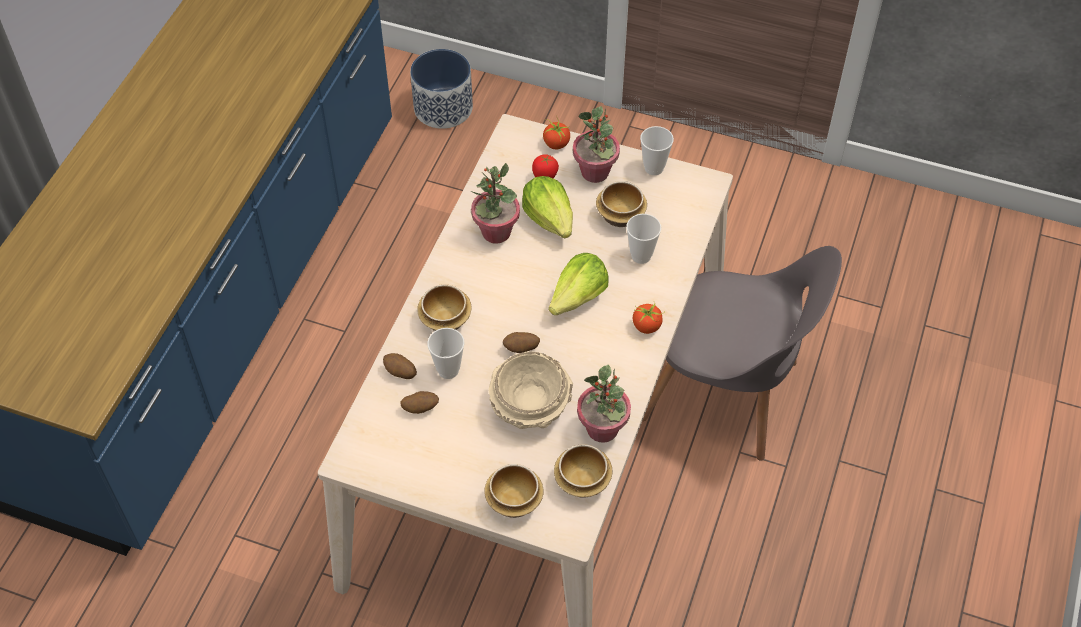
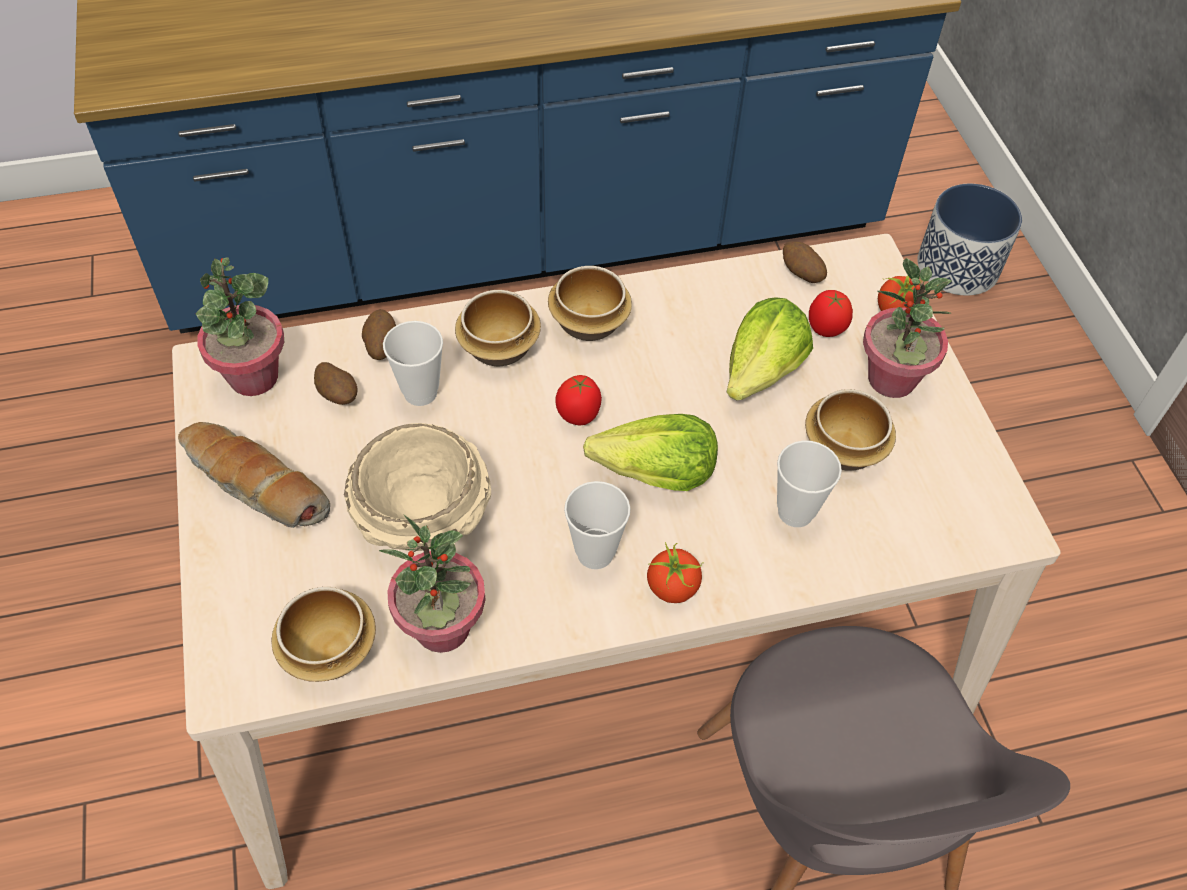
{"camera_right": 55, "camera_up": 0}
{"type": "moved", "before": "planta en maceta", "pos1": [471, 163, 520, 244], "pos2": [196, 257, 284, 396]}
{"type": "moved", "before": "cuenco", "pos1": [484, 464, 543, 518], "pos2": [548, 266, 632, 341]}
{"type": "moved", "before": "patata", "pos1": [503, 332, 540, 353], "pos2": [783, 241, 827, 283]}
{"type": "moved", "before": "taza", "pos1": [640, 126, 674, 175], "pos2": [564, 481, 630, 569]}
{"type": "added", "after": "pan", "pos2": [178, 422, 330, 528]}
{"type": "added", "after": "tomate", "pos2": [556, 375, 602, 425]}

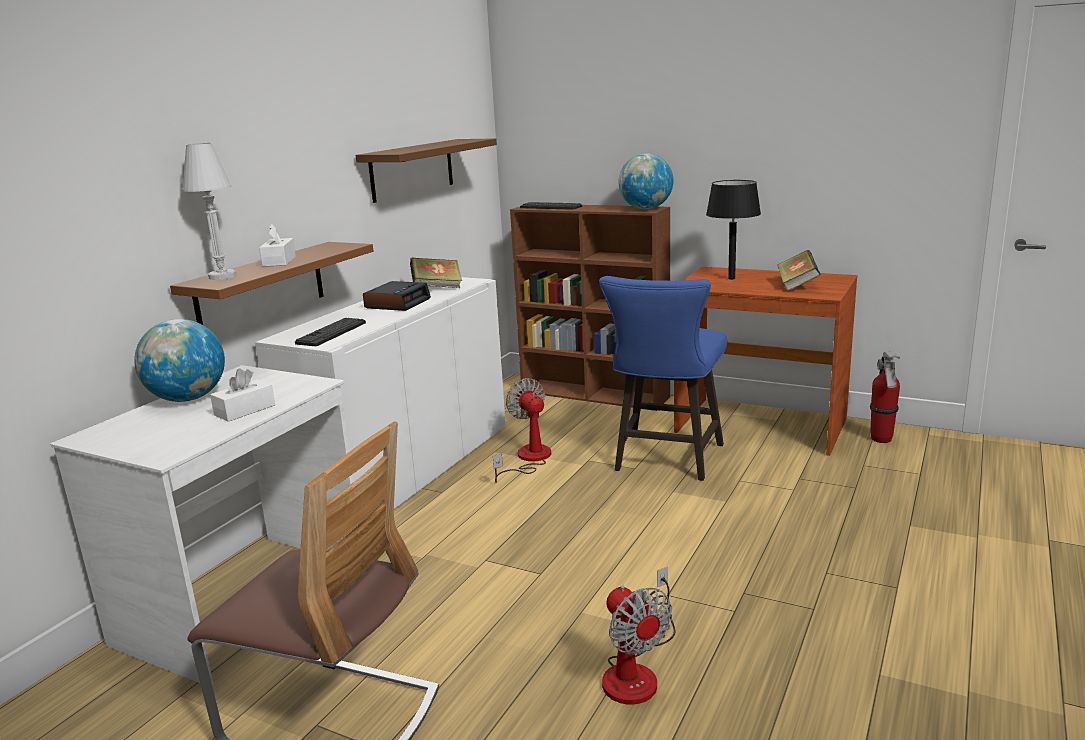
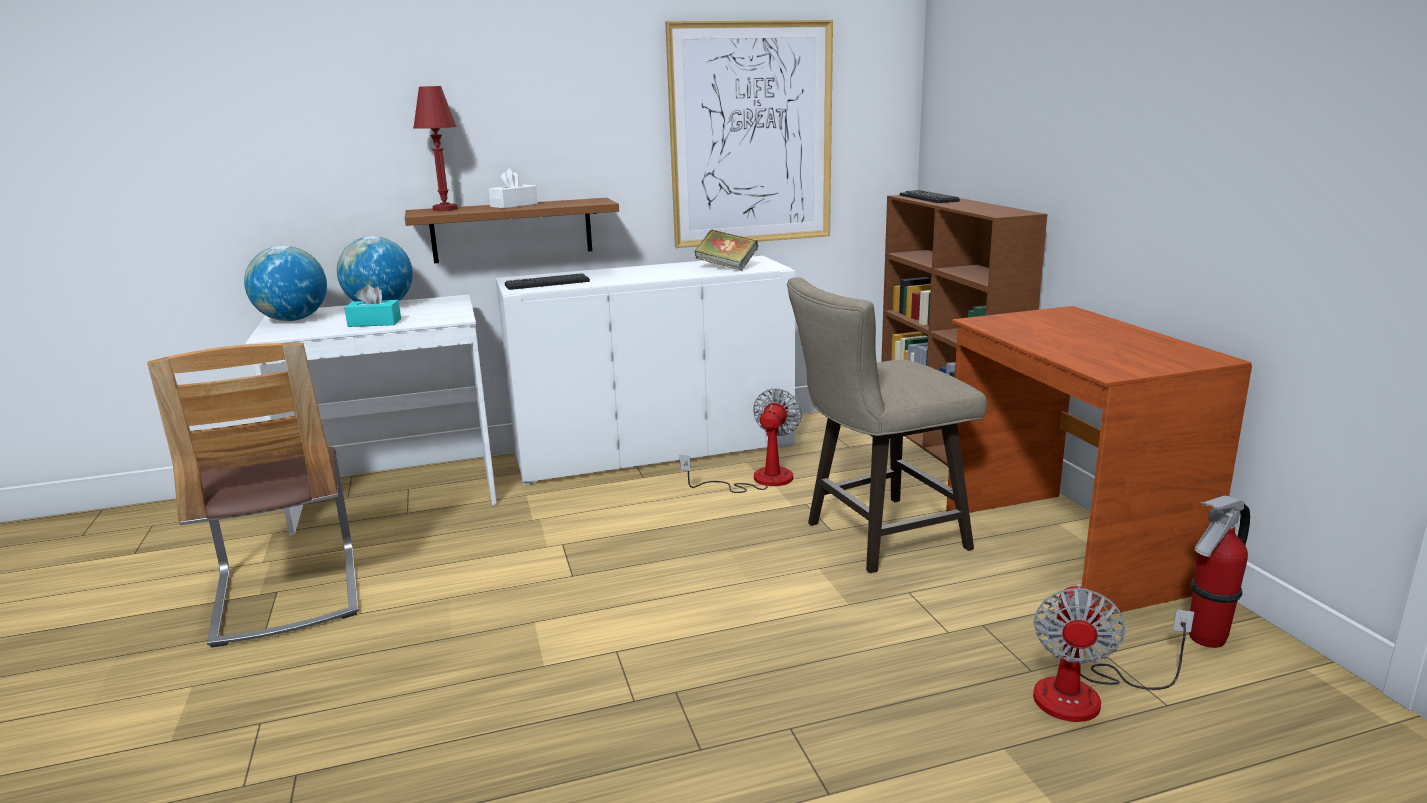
{"camera_right": 45, "camera_up": 0}
{"type": "recoloured", "before": "lámpara de mesa (blanco)", "after": "lámpara de mesa (rojo)", "pos1": [182, 143, 237, 280], "pos2": [413, 86, 458, 211]}
{"type": "recoloured", "before": "caja de pañuelos (blanco)", "after": "caja de pañuelos (turquesa)", "pos1": [210, 368, 275, 422], "pos2": [344, 284, 401, 327]}
{"type": "replaced", "before": "estante (marrón)", "after": "cuadro", "pos1": [356, 138, 497, 203], "pos2": [665, 20, 833, 248]}
{"type": "removed", "before": "despertador", "pos1": [363, 281, 431, 311]}
{"type": "recoloured", "before": "taburete (azul)", "after": "taburete (beis)", "pos1": [599, 276, 727, 481], "pos2": [787, 277, 987, 573]}
{"type": "moved", "before": "ventilador", "pos1": [602, 567, 676, 705], "pos2": [1033, 584, 1194, 722]}
{"type": "moved", "before": "globo terráqueo", "pos1": [618, 153, 673, 209], "pos2": [244, 246, 327, 321]}
{"type": "removed", "before": "lámpara de mesa (negro)", "pos1": [706, 180, 761, 280]}
{"type": "removed", "before": "libro", "pos1": [777, 250, 821, 291]}

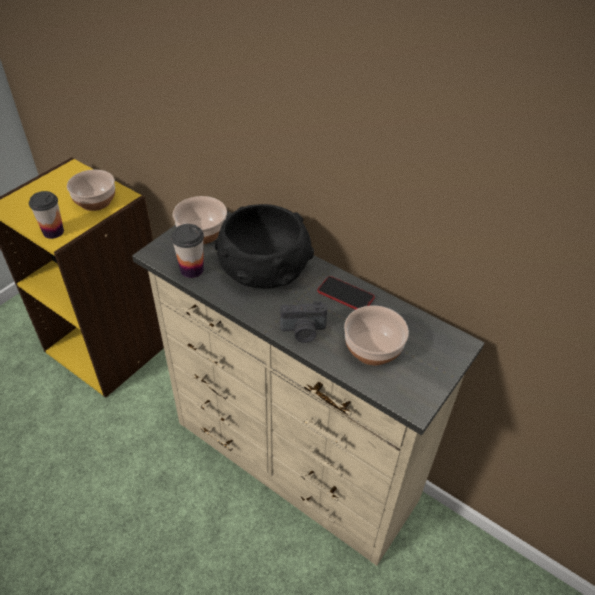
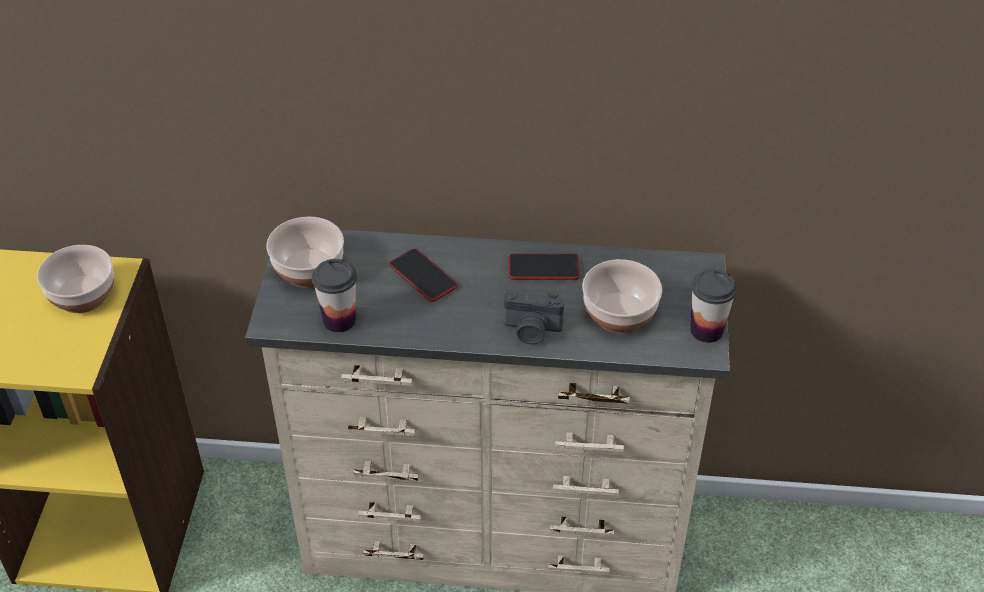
{"camera_right": -30, "camera_up": 0}
{"type": "moved", "before": "taza", "pos1": [29, 191, 64, 239], "pos2": [690, 269, 737, 343]}
{"type": "replaced", "before": "cuenco (negro)", "after": "móvil", "pos1": [215, 204, 314, 288], "pos2": [389, 249, 458, 302]}
{"type": "turned", "before": "cámara", "pos1": [280, 301, 327, 343], "pos2": [503, 292, 564, 344], "turn": 45}

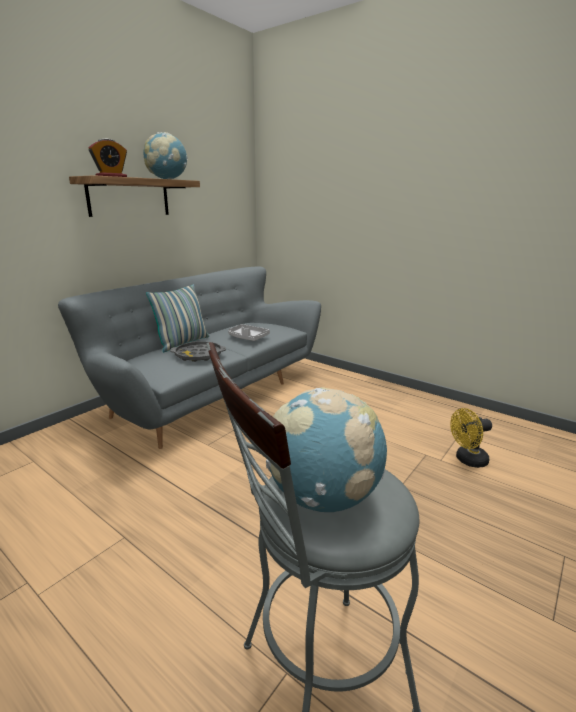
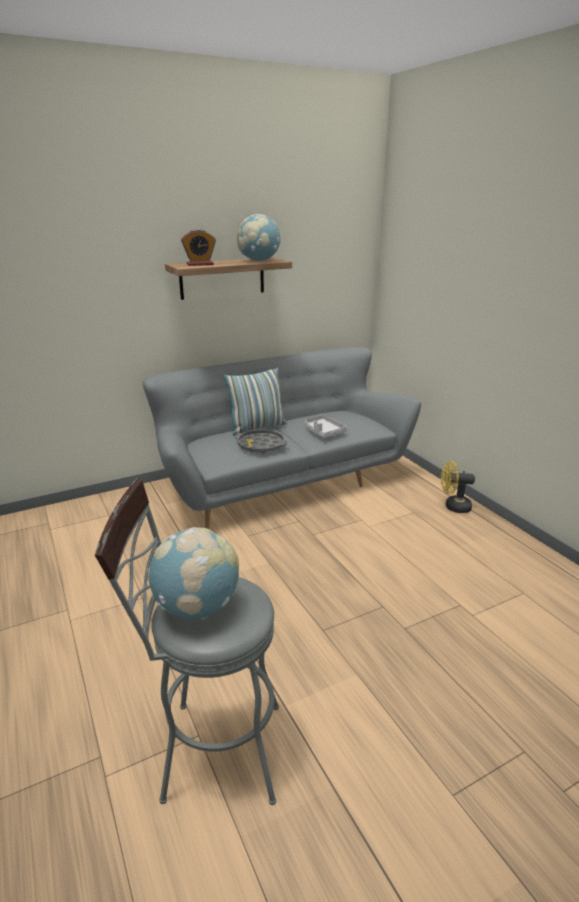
{"camera_right": 25, "camera_up": 5}
{"type": "moved", "before": "ventilador (amarillo)", "pos1": [450, 408, 492, 468], "pos2": [441, 461, 475, 513]}

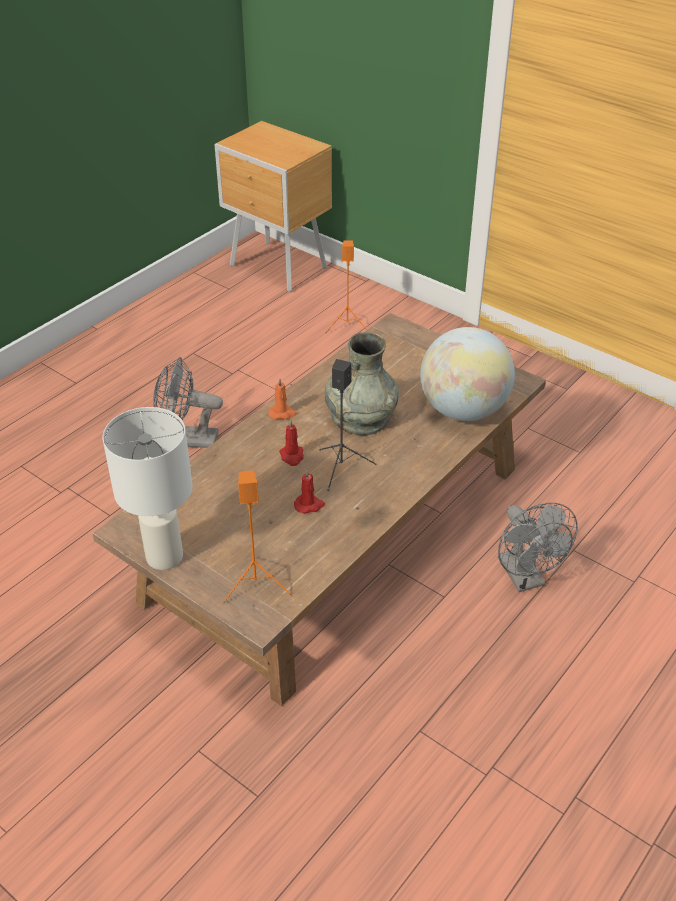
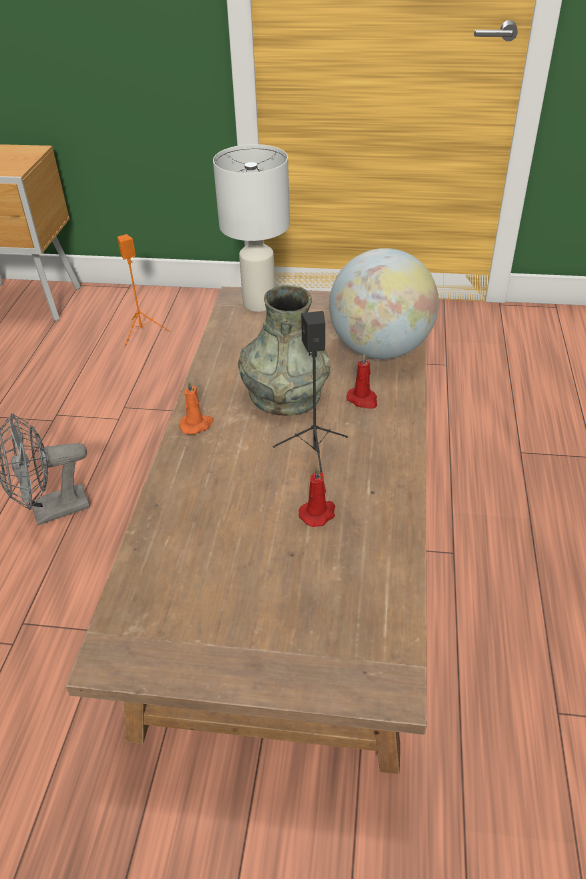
{"camera_right": -30, "camera_up": 0}
{"type": "moved", "before": "lámpara de mesa (blanco)", "pos1": [103, 407, 193, 570], "pos2": [213, 144, 290, 312]}
{"type": "removed", "before": "altavoz (naranja)", "pos1": [222, 470, 293, 604]}
{"type": "moved", "before": "vela (rojo)", "pos1": [279, 419, 304, 466], "pos2": [346, 353, 377, 409]}
{"type": "removed", "before": "ventilador (gris)", "pos1": [498, 503, 578, 592]}

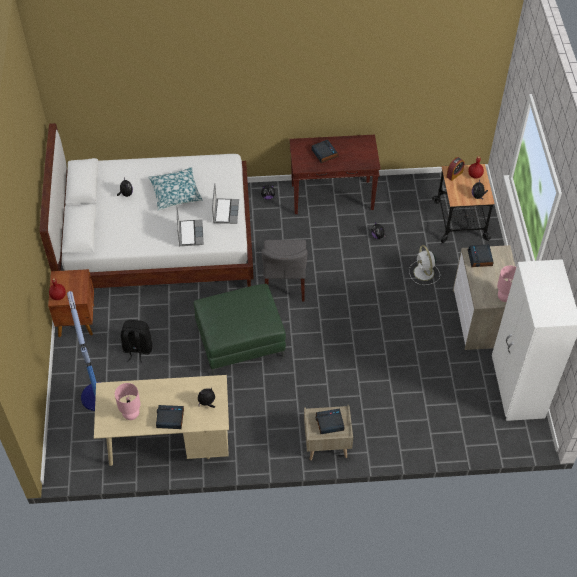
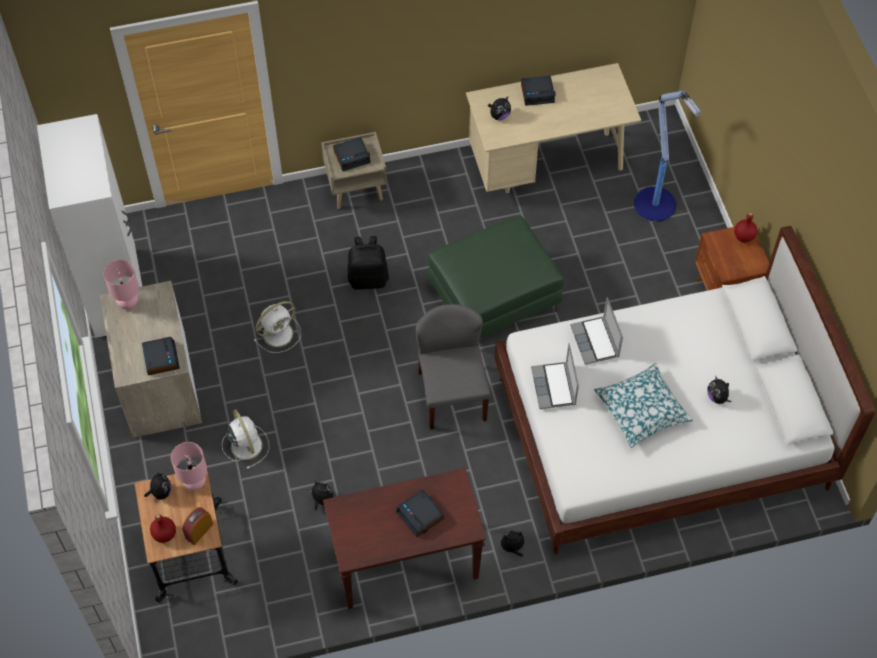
{"camera_right": 170, "camera_up": 5}
{"type": "moved", "before": "lámpara de mesa (rosa)", "pos1": [115, 383, 141, 420], "pos2": [171, 442, 207, 491]}
{"type": "moved", "before": "mochila (negro)", "pos1": [121, 320, 152, 363], "pos2": [348, 236, 389, 290]}
{"type": "added", "after": "ventilador (blanco)", "pos2": [253, 301, 301, 353]}

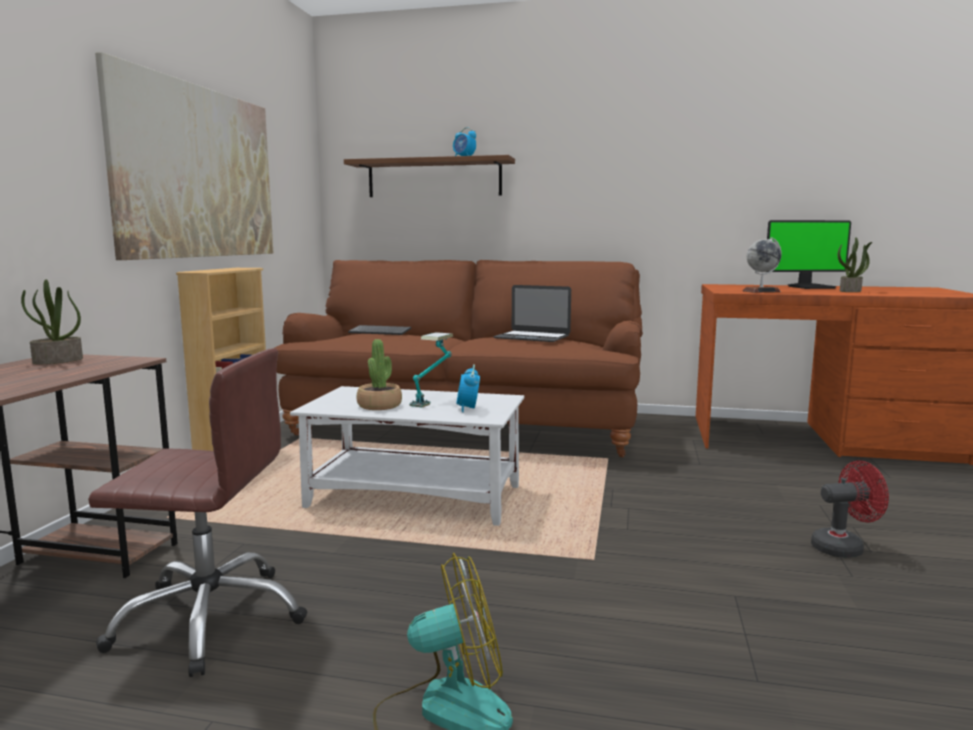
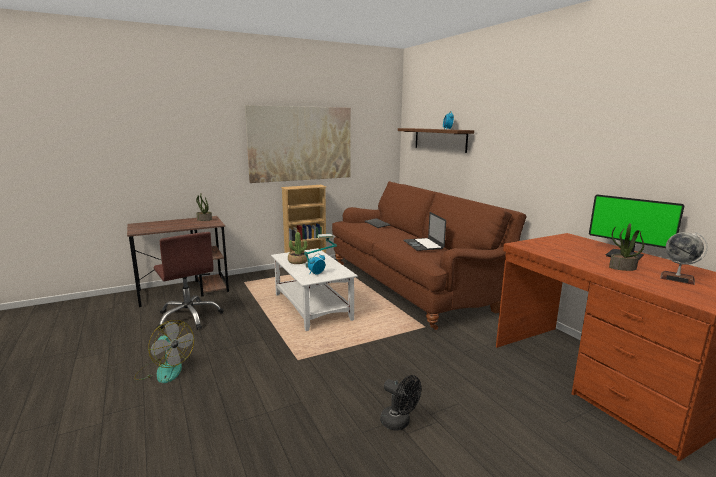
{"camera_right": 50, "camera_up": 5}
{"type": "moved", "before": "globo terráqueo", "pos1": [742, 237, 781, 293], "pos2": [660, 232, 708, 285]}
{"type": "recoloured", "before": "ventilador (rojo)", "after": "ventilador (negro)", "pos1": [811, 461, 889, 558], "pos2": [380, 375, 421, 430]}

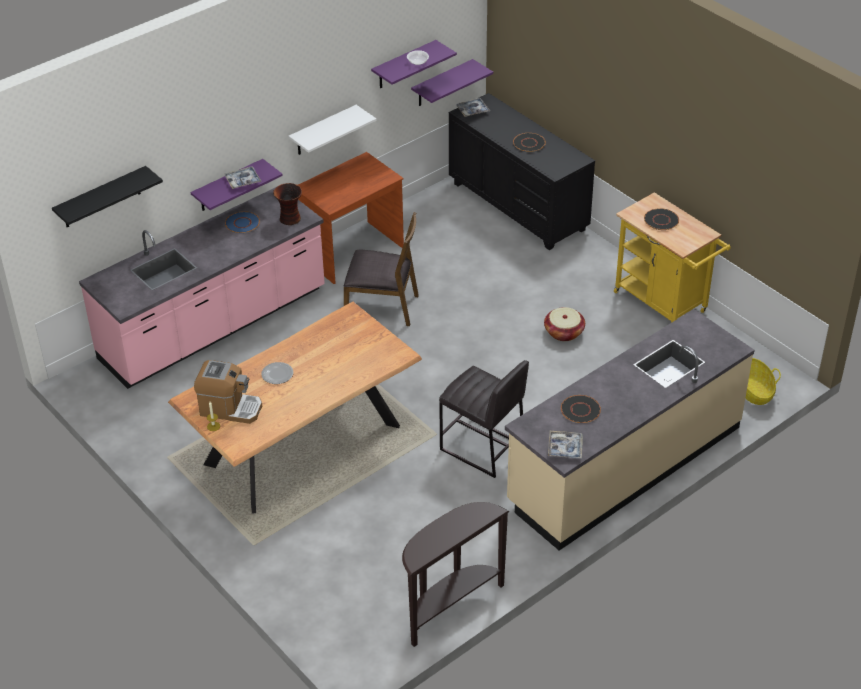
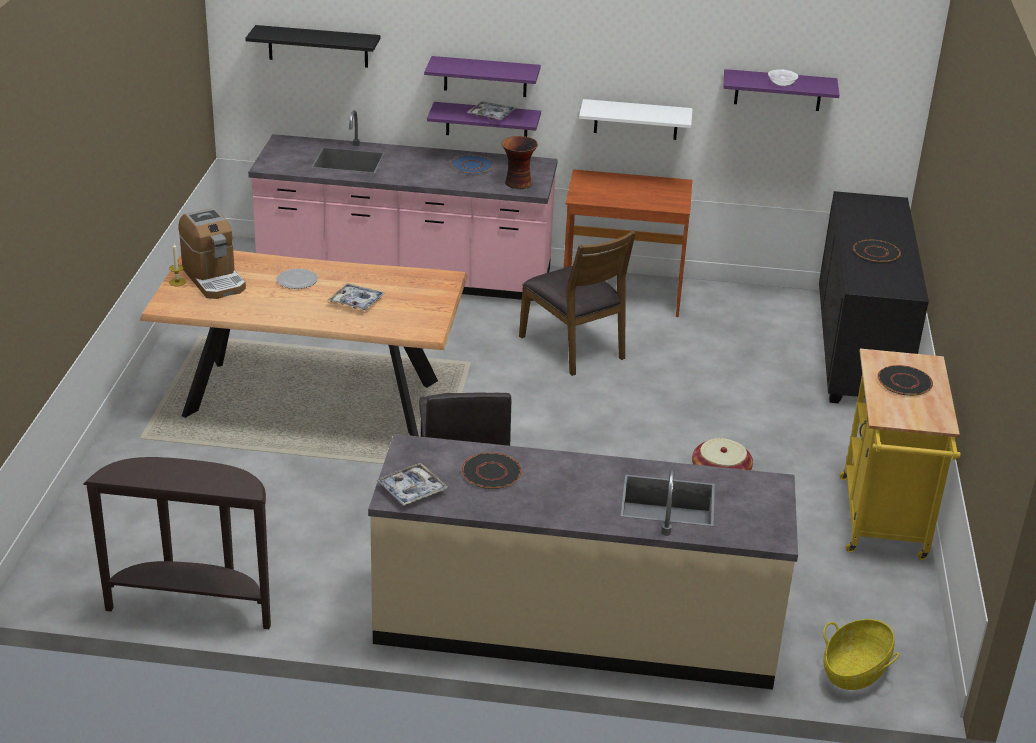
{"camera_right": 45, "camera_up": -10}
{"type": "moved", "before": "estante (morado)", "pos1": [411, 59, 493, 106], "pos2": [424, 56, 541, 97]}
{"type": "moved", "before": "bandeja", "pos1": [455, 98, 490, 117], "pos2": [327, 284, 385, 311]}

